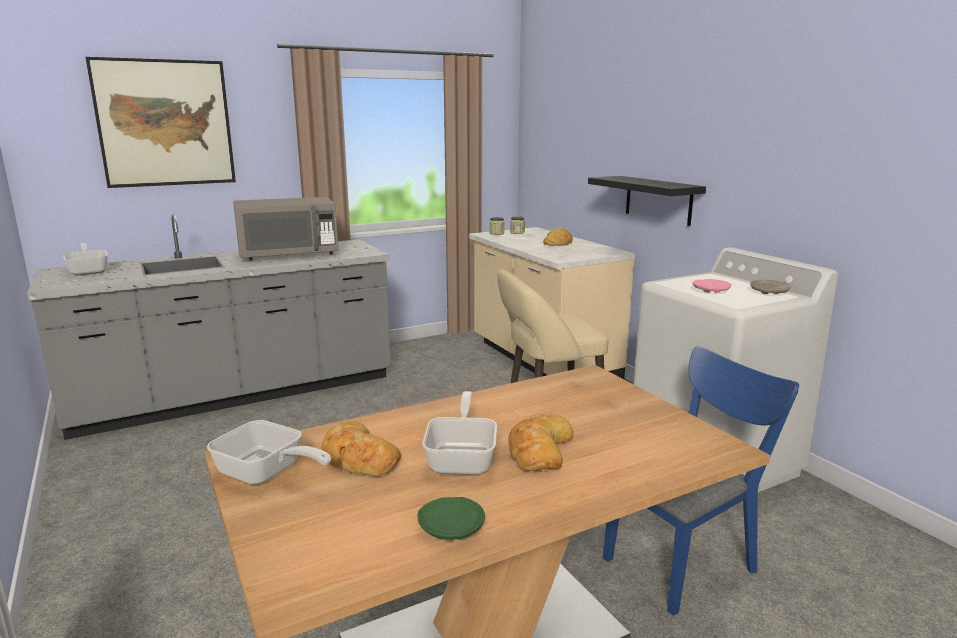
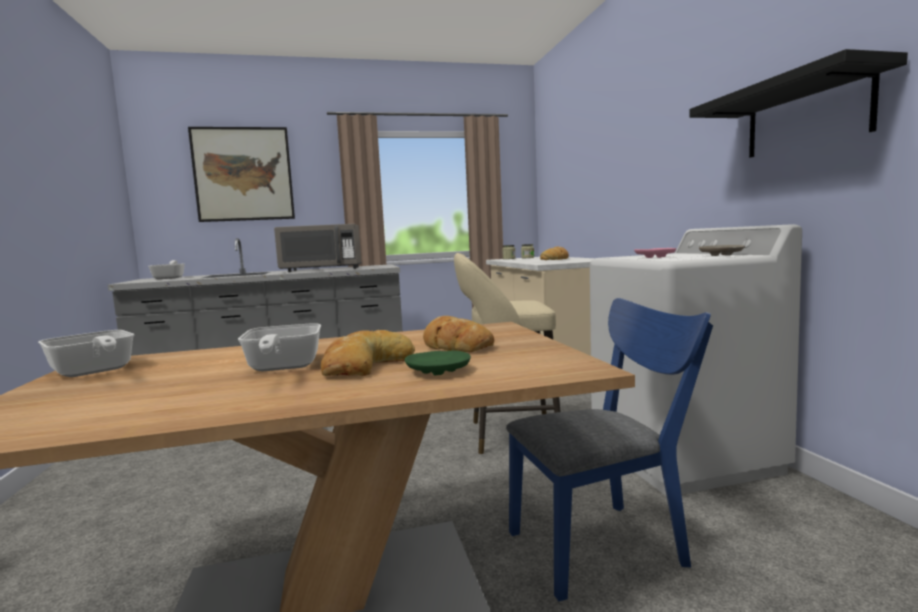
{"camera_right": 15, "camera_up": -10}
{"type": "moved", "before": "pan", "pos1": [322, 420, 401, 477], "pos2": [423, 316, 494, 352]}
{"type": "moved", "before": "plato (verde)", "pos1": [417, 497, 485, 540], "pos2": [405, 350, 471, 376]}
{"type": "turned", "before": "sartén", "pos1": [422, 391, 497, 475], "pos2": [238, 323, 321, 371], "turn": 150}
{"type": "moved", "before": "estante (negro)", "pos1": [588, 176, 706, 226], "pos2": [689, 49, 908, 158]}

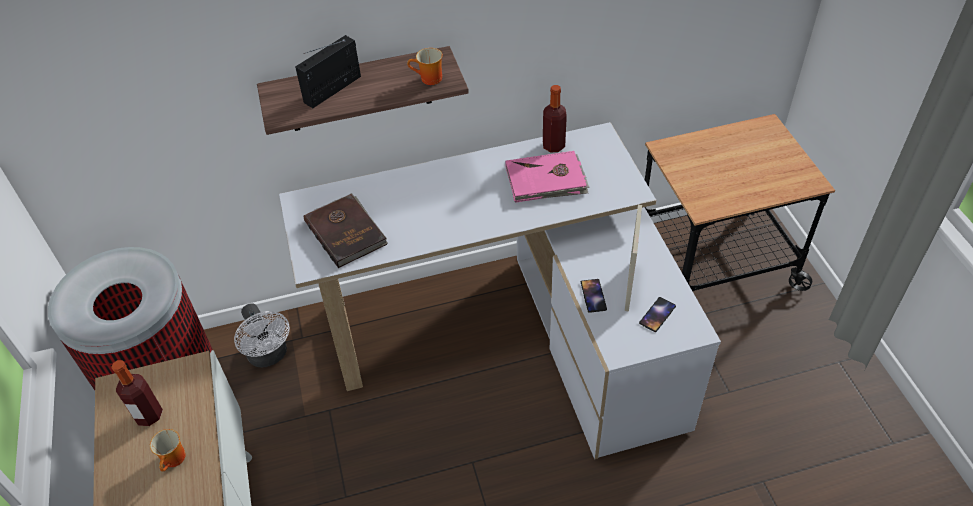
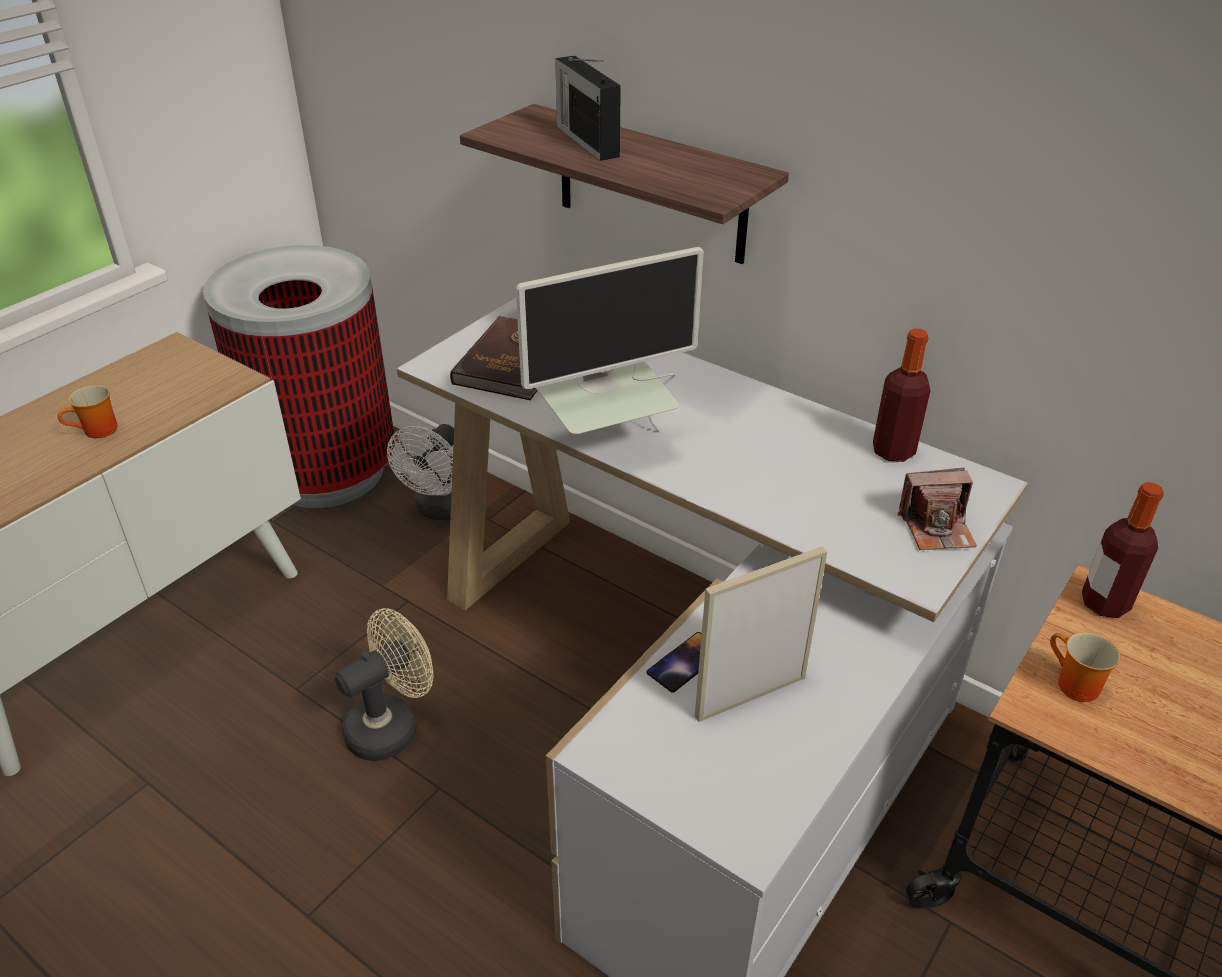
{"camera_right": 50, "camera_up": -10}
{"type": "moved", "before": "botella", "pos1": [112, 360, 163, 426], "pos2": [1082, 482, 1164, 618]}
{"type": "turned", "before": "radio", "pos1": [295, 35, 361, 108], "pos2": [555, 55, 621, 161], "turn": -120}
{"type": "moved", "before": "taza grande", "pos1": [407, 48, 443, 85], "pos2": [1050, 632, 1121, 702]}
{"type": "removed", "before": "libro (rosa)", "pos1": [505, 151, 589, 203]}
{"type": "removed", "before": "móvil", "pos1": [639, 297, 676, 332]}
{"type": "added", "after": "ventilador (beis)", "pos2": [335, 608, 434, 761]}
{"type": "added", "after": "monitor", "pos2": [516, 247, 704, 434]}
{"type": "added", "after": "cámara", "pos2": [898, 468, 977, 550]}

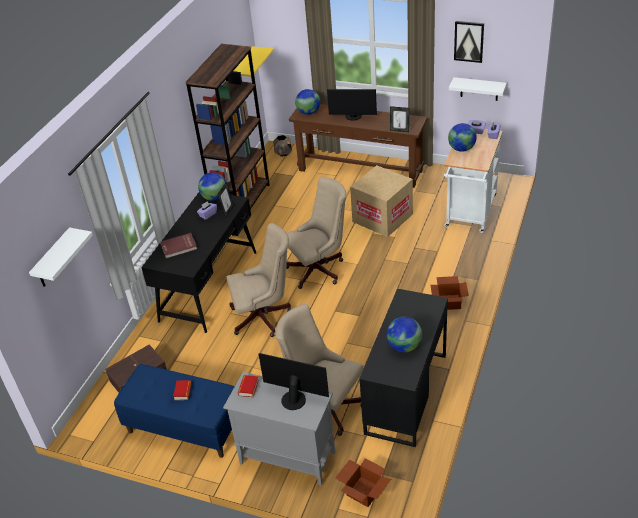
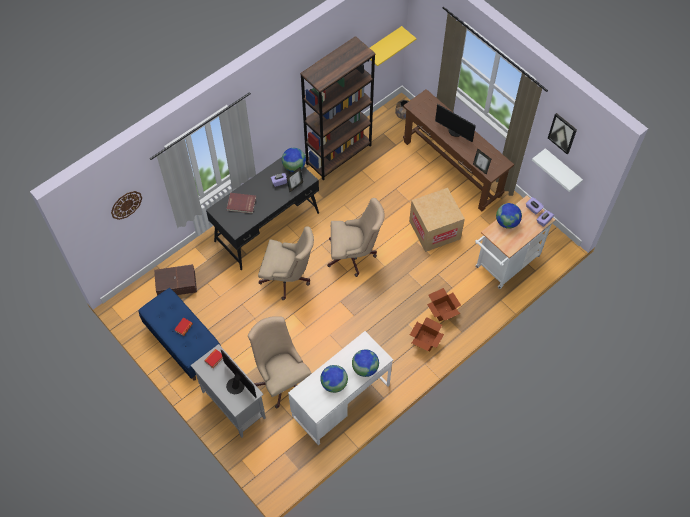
{"camera_right": 25, "camera_up": 20}
{"type": "replaced", "before": "estante (blanco)", "after": "reloj de pared", "pos1": [29, 227, 93, 287], "pos2": [111, 191, 142, 220]}
{"type": "moved", "before": "globo terráqueo", "pos1": [295, 89, 320, 115], "pos2": [352, 349, 379, 377]}
{"type": "moved", "before": "caja de cartón", "pos1": [335, 458, 391, 507], "pos2": [427, 288, 461, 321]}
{"type": "recoloured", "before": "escritorio (negro)", "after": "escritorio (blanco)", "pos1": [359, 289, 448, 447], "pos2": [288, 331, 393, 445]}

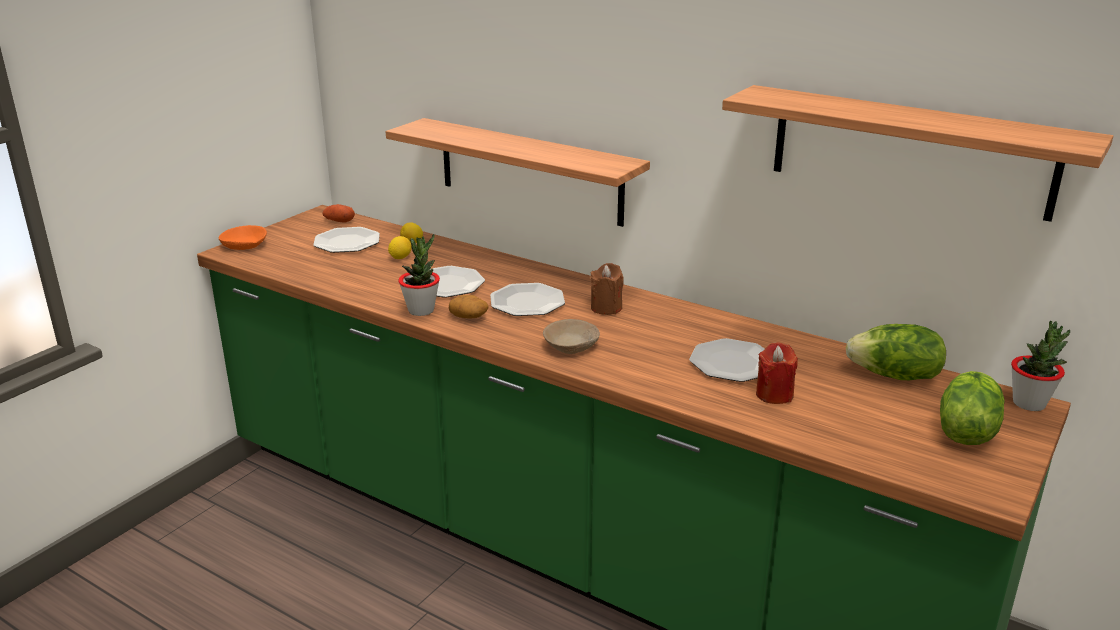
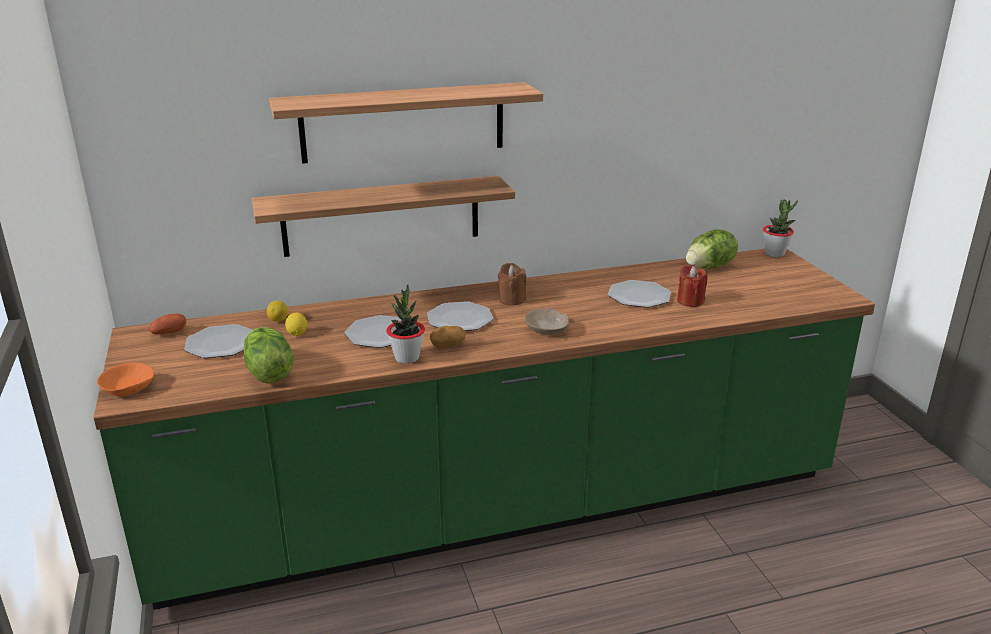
{"camera_right": -50, "camera_up": 0}
{"type": "moved", "before": "estante", "pos1": [722, 85, 1113, 222], "pos2": [269, 82, 543, 164]}
{"type": "moved", "before": "lechuga", "pos1": [940, 371, 1005, 445], "pos2": [244, 327, 293, 383]}

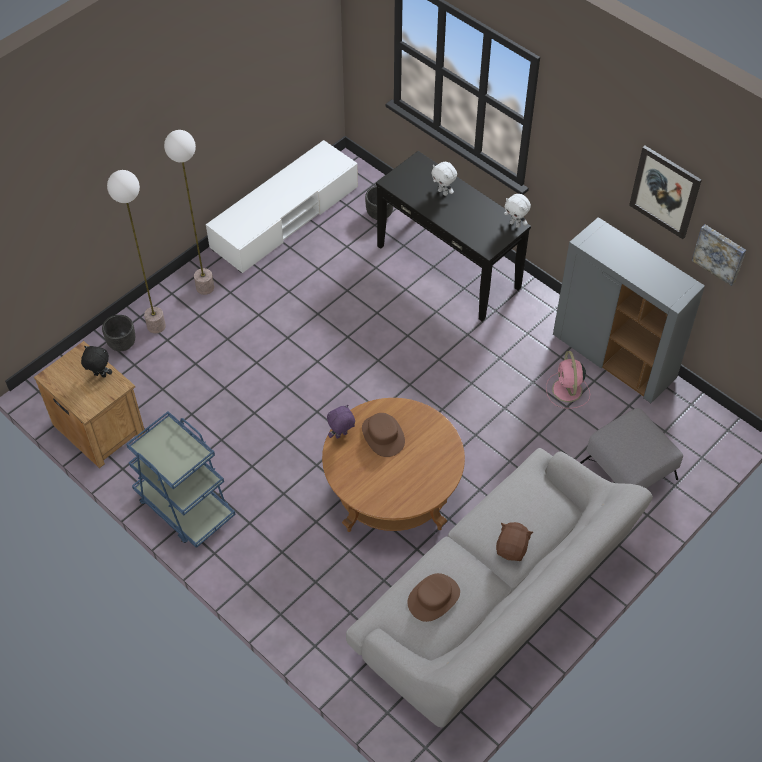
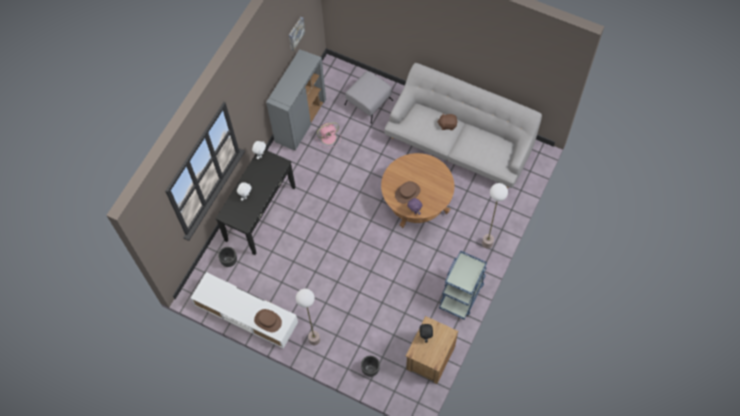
{"camera_right": -105, "camera_up": 10}
{"type": "moved", "before": "lámpara de pie", "pos1": [107, 170, 166, 334], "pos2": [482, 183, 508, 249]}
{"type": "moved", "before": "sombrero (marrón)", "pos1": [408, 573, 460, 622], "pos2": [254, 309, 282, 332]}
{"type": "removed", "before": "cuadro", "pos1": [629, 146, 702, 239]}

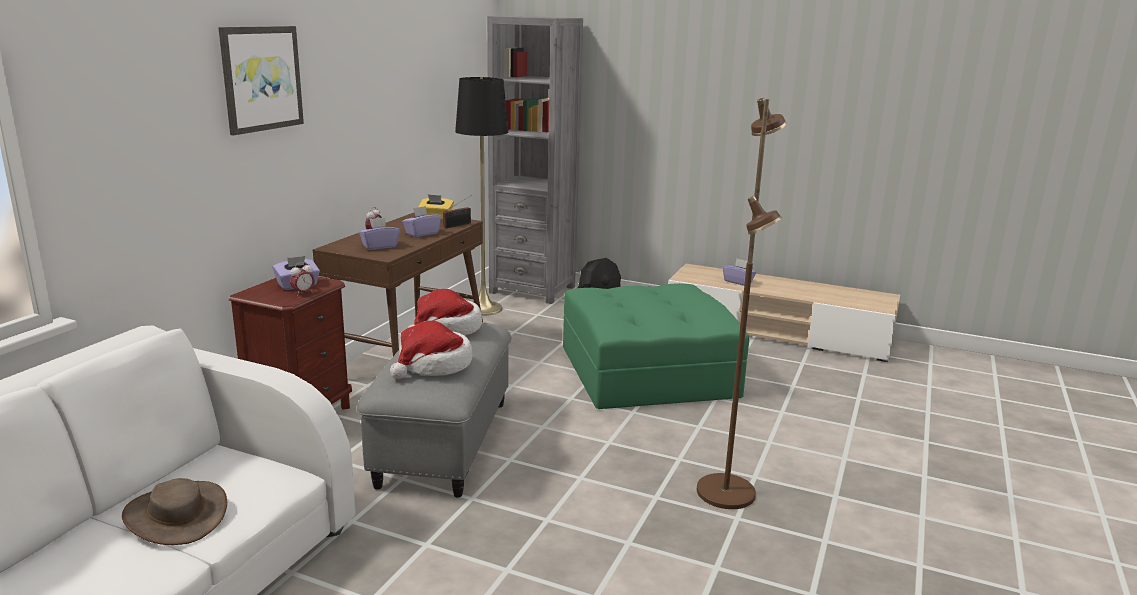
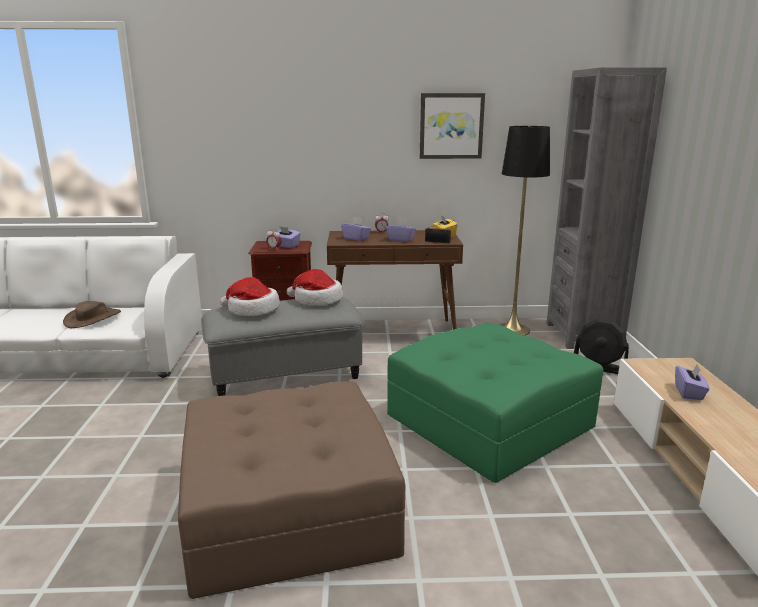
{"camera_right": 65, "camera_up": 0}
{"type": "moved", "before": "cuadro", "pos1": [218, 26, 304, 135], "pos2": [420, 93, 485, 159]}
{"type": "replaced", "before": "lámpara de pie (marrón)", "after": "puf (marrón)", "pos1": [697, 98, 787, 509], "pos2": [178, 381, 406, 599]}

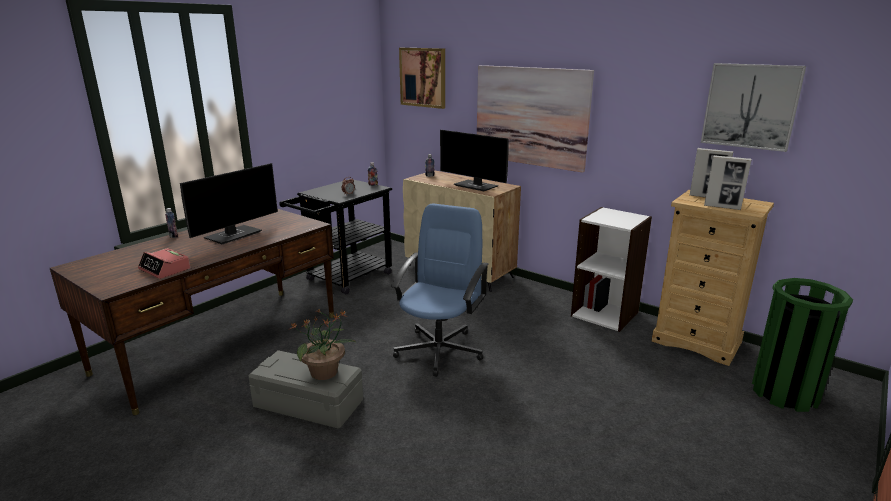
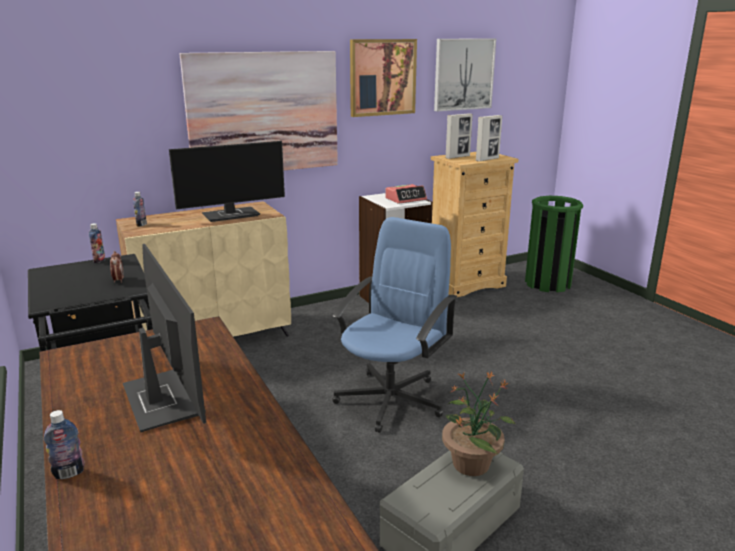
{"camera_right": -65, "camera_up": 0}
{"type": "moved", "before": "despertador", "pos1": [138, 248, 191, 279], "pos2": [385, 184, 427, 204]}
{"type": "turned", "before": "silla de oficina (azul)", "pos1": [391, 203, 489, 377], "pos2": [332, 217, 457, 433], "turn": 75}
{"type": "moved", "before": "cuadro", "pos1": [399, 48, 445, 109], "pos2": [350, 39, 417, 117]}

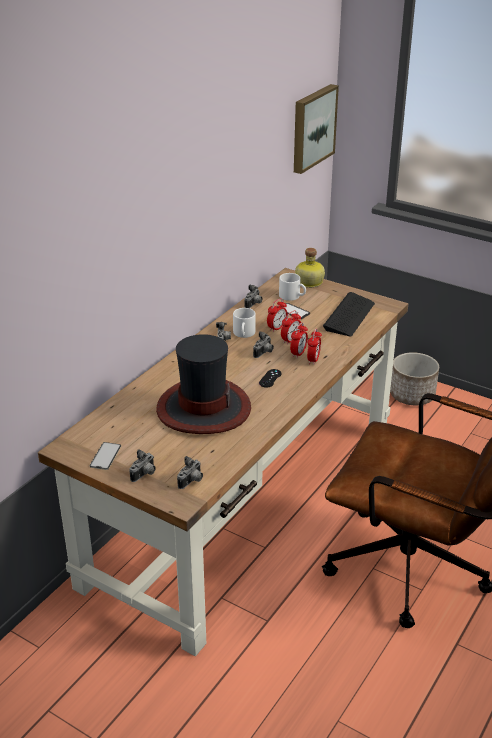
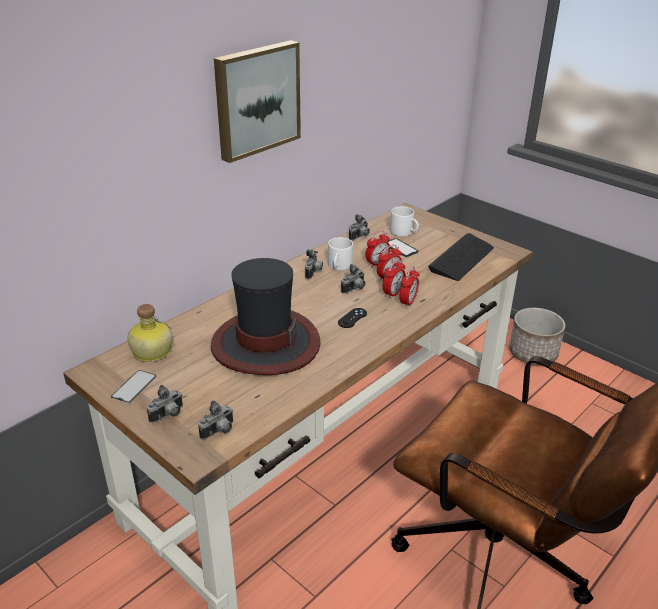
{"camera_right": 10, "camera_up": 0}
{"type": "moved", "before": "cuadro", "pos1": [294, 84, 339, 174], "pos2": [214, 40, 301, 163]}
{"type": "moved", "before": "botella", "pos1": [295, 248, 325, 288], "pos2": [127, 304, 173, 362]}

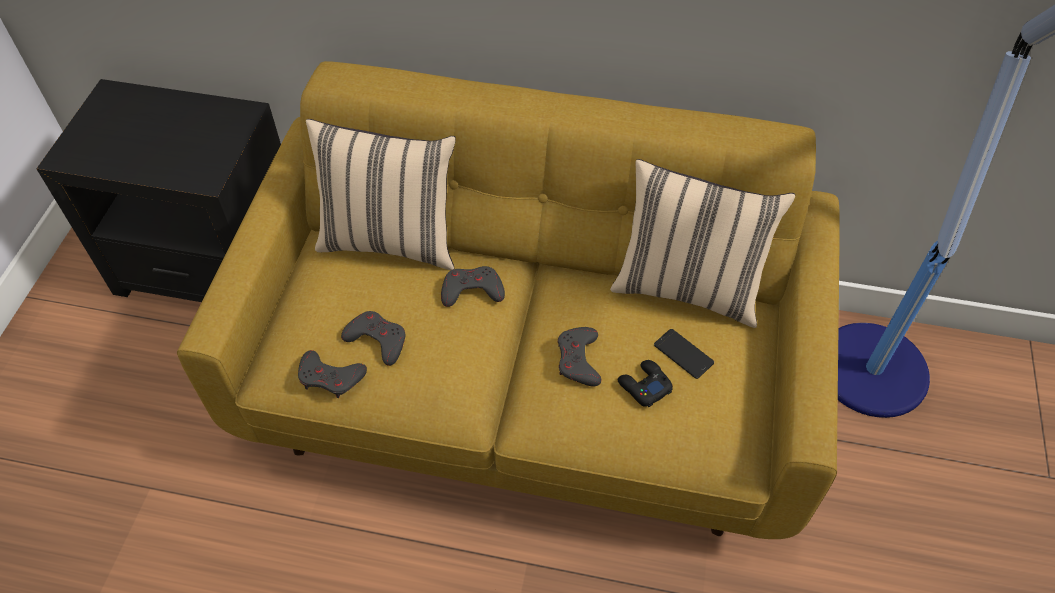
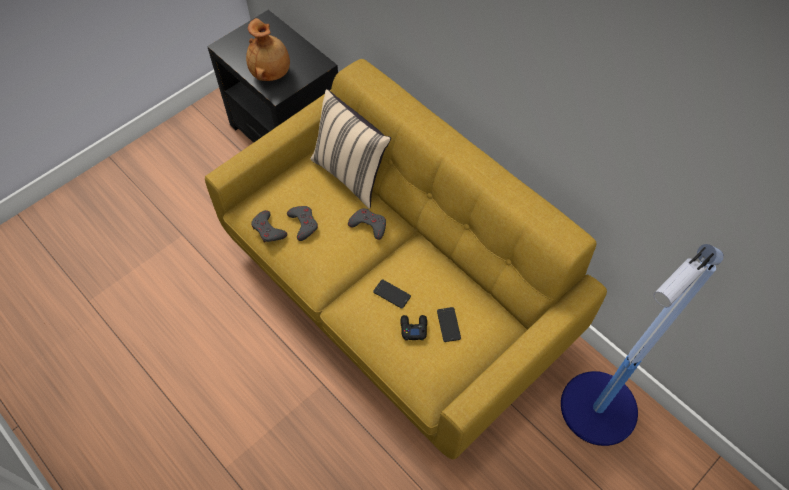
{"camera_right": 35, "camera_up": 5}
{"type": "replaced", "before": "mando de consola (gris)", "after": "móvil", "pos1": [558, 327, 601, 386], "pos2": [373, 279, 411, 309]}
{"type": "removed", "before": "cojín (beis)", "pos1": [610, 159, 795, 328]}
{"type": "added", "after": "florero (marrón)", "pos2": [246, 18, 290, 81]}

